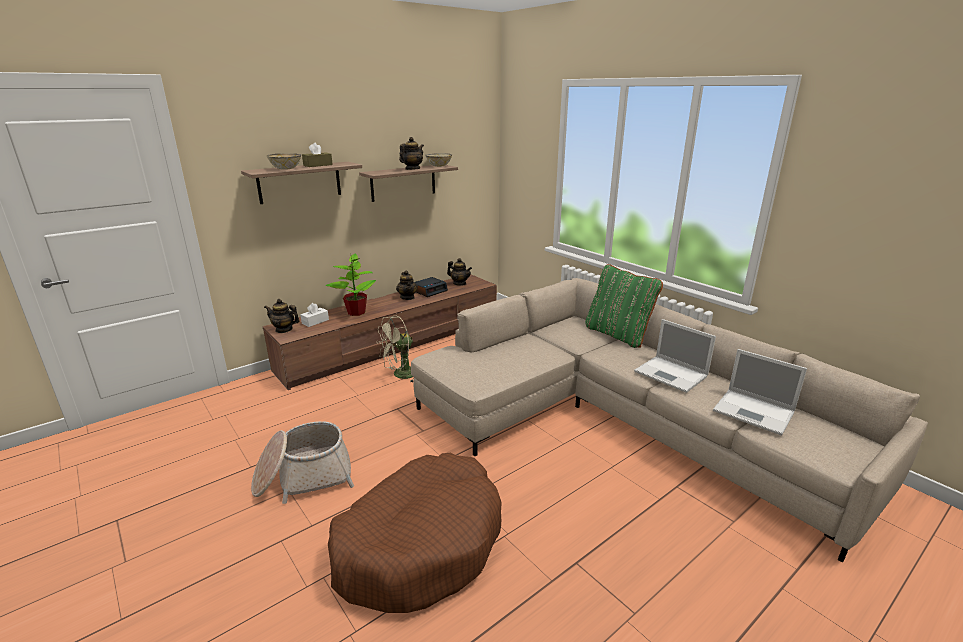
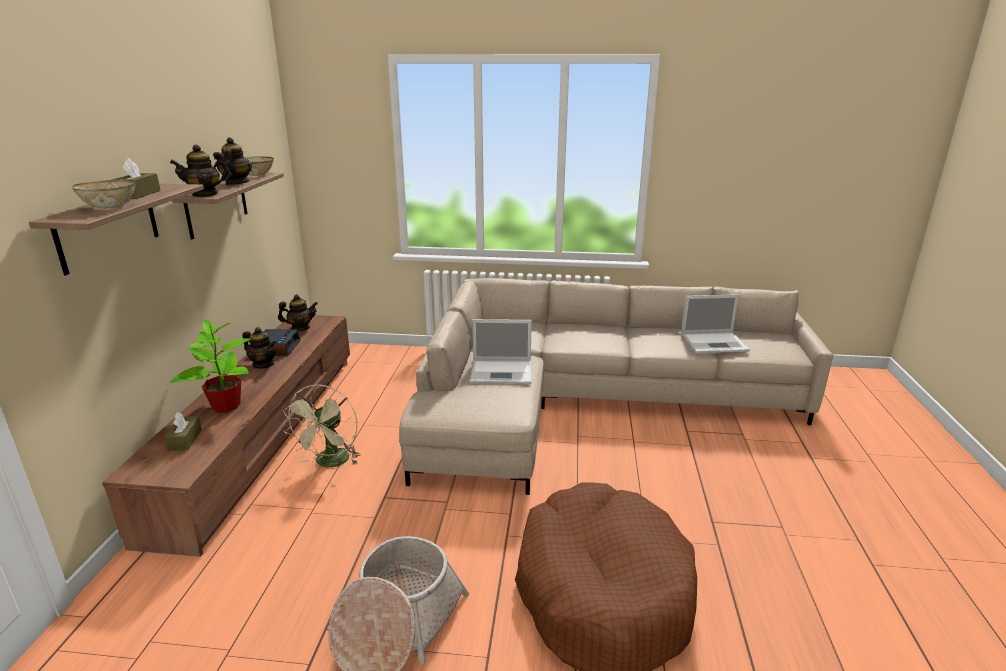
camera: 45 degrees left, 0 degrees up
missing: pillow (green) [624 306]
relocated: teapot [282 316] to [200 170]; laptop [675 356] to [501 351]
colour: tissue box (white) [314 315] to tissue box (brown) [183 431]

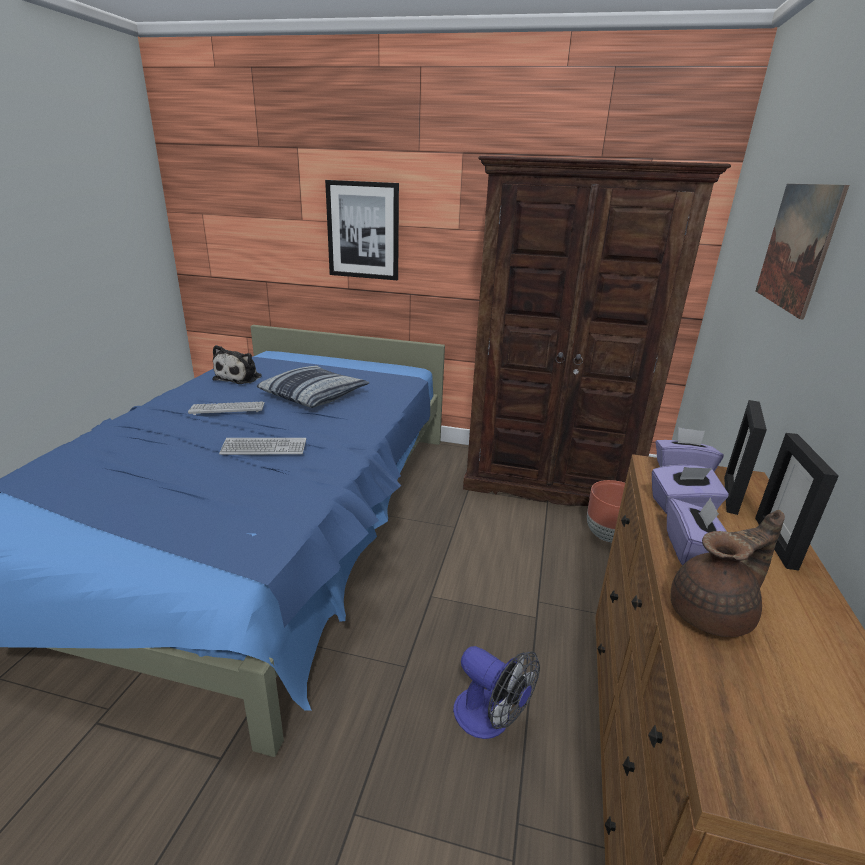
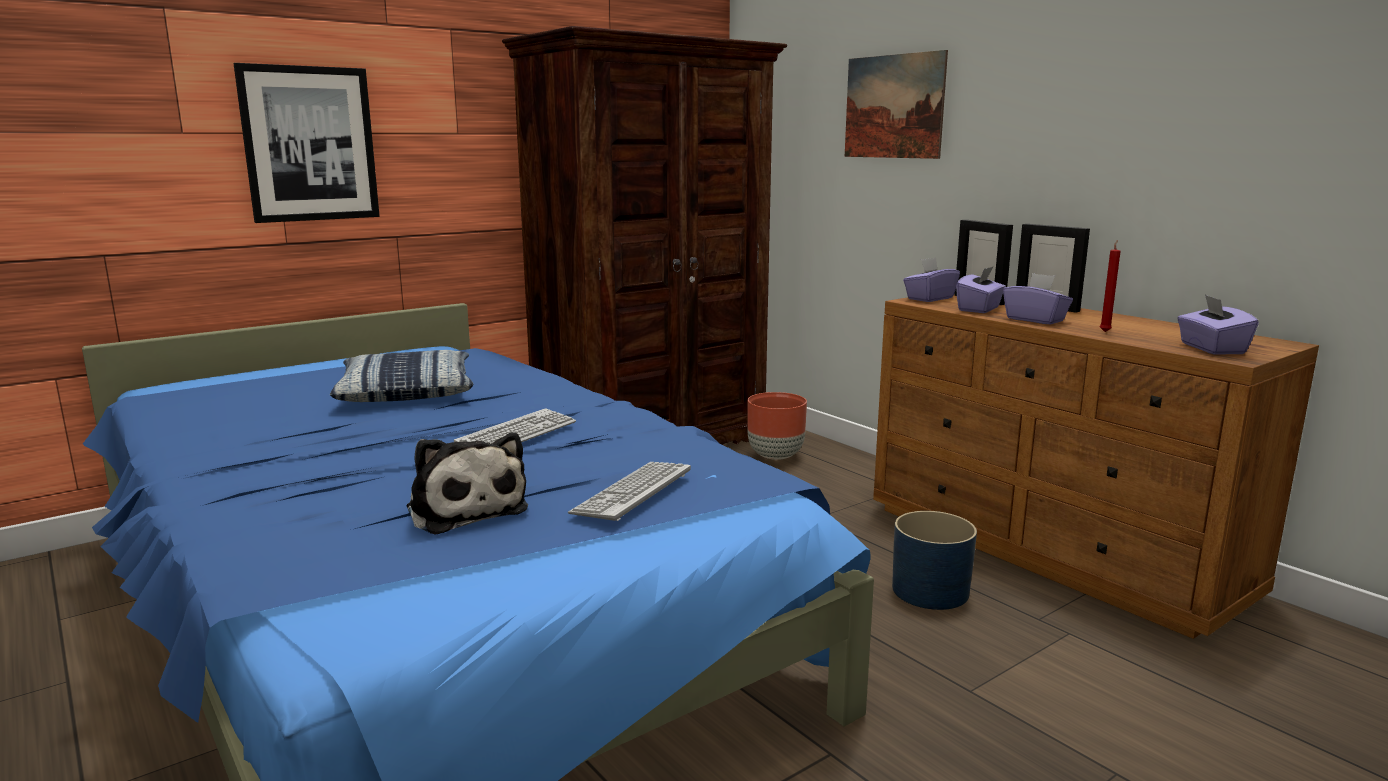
camera: 50 degrees left, 10 degrees down
appeared: tissue box (purple) [1218 325]
relocated: keyboard [226 408] to [629 491]; plush toy [237 364] to [467 483]
exchanged: fan [496 692] to planter (blue) [934 560]; teapot (brown) [728 573] to candle (red) [1110 286]

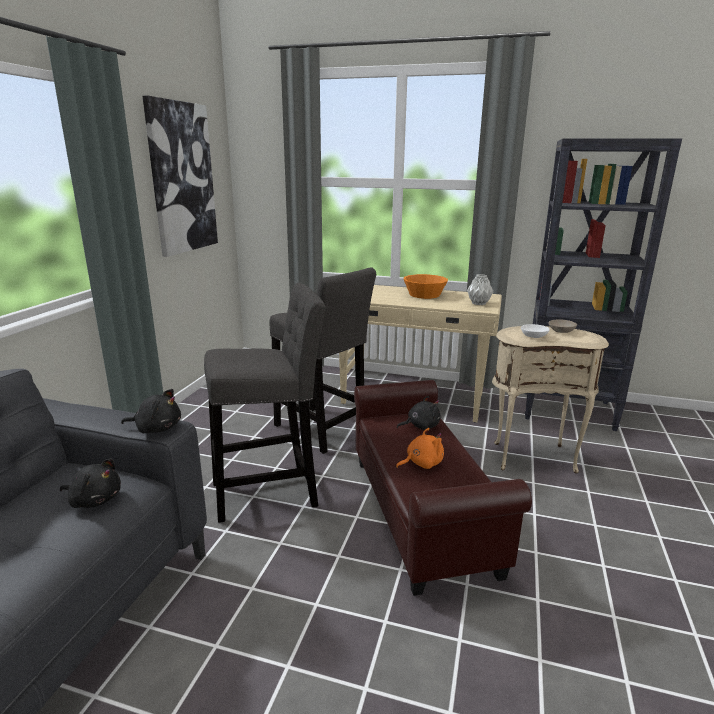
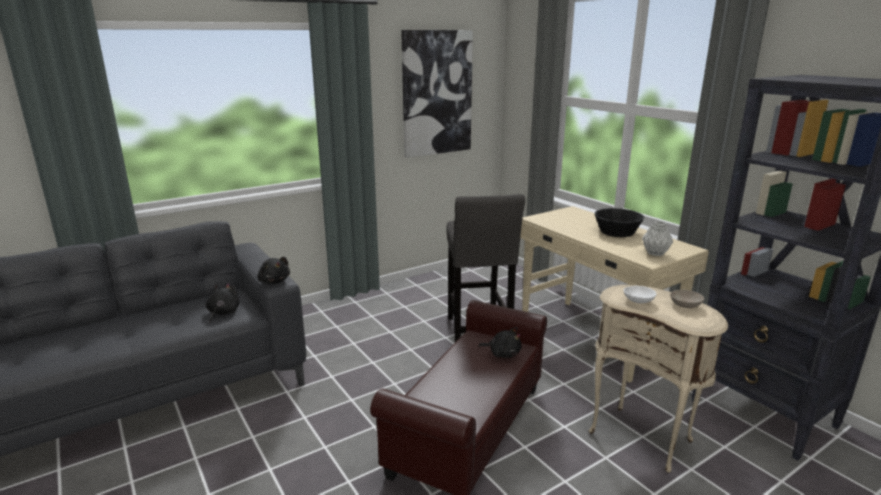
camera: 40 degrees right, 0 degrees up
missing: stool (grey) [265 403]; plush toy (orange) [420 448]
colour: bowl (orange) [426 286] to bowl (black) [619 222]
spun: plush toy (black) [90 483] = [223 303] 135 degrees counterclockwise

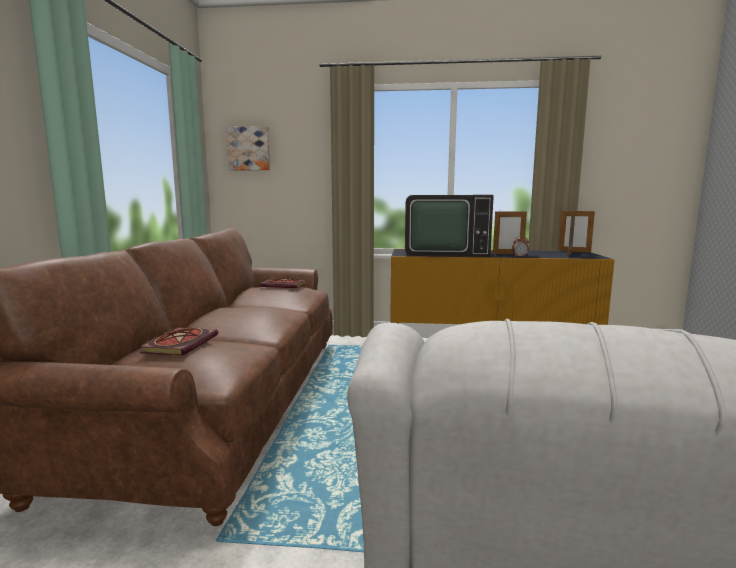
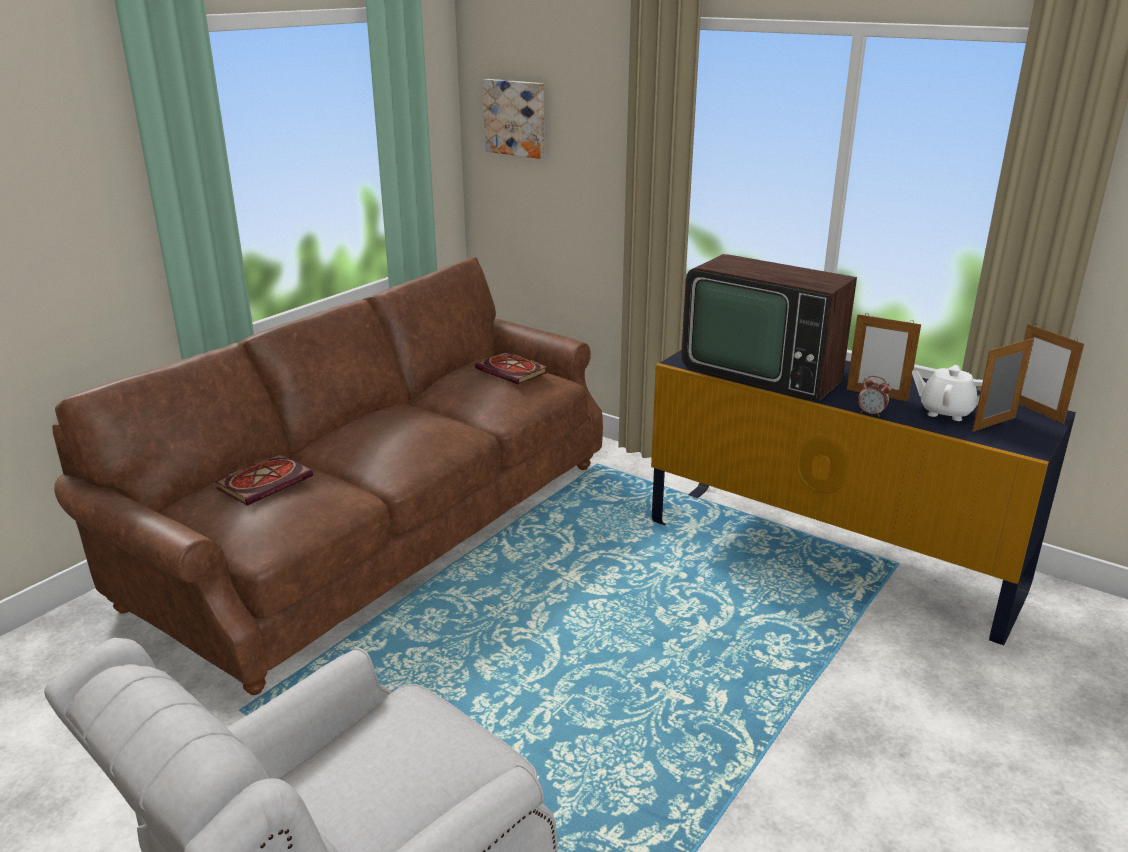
camera: 30 degrees right, 15 degrees up
appeared: teapot (white) [947 393]

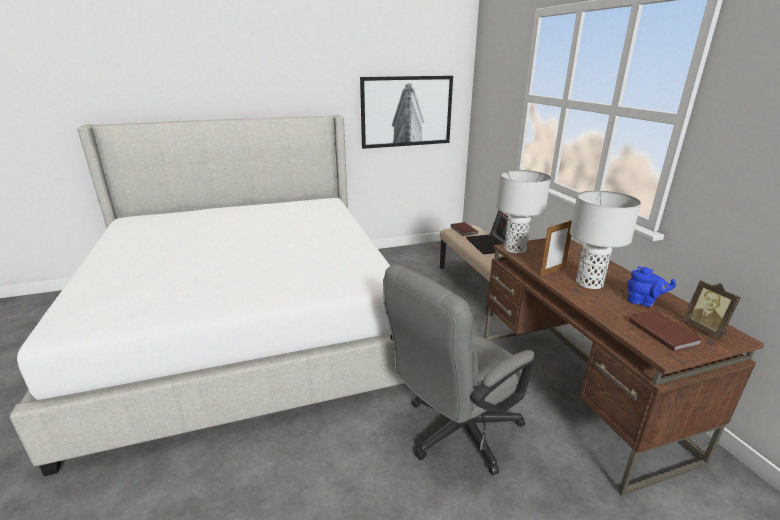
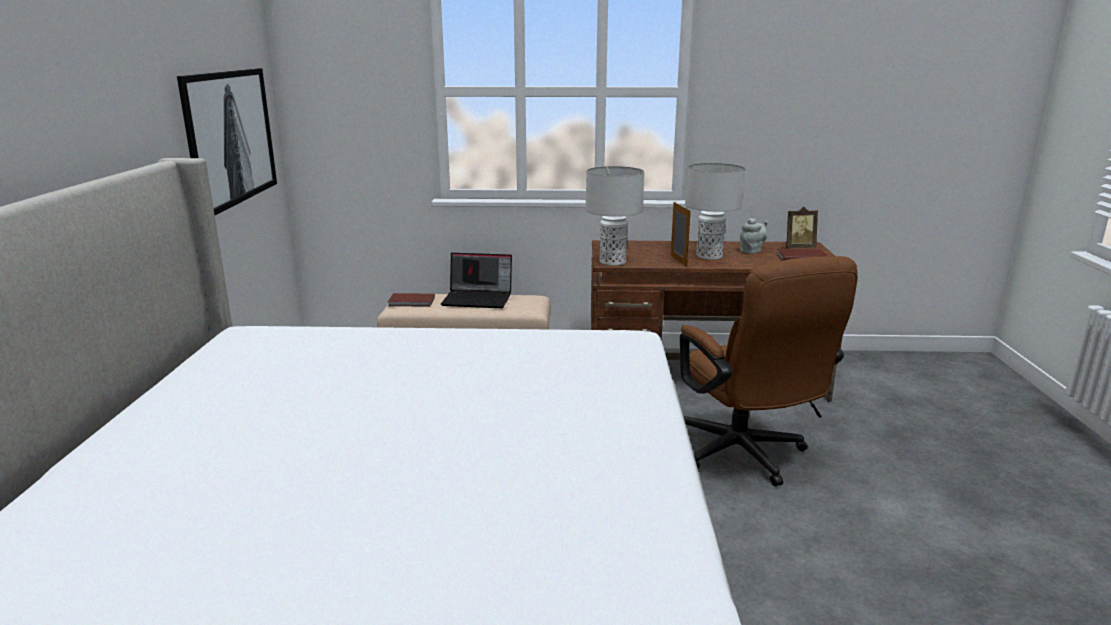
camera: 70 degrees left, 5 degrees down
colour: office chair (grey) [458 369] to office chair (brown) [769 371]; teapot (blue) [651 286] to teapot (grey) [754 236]

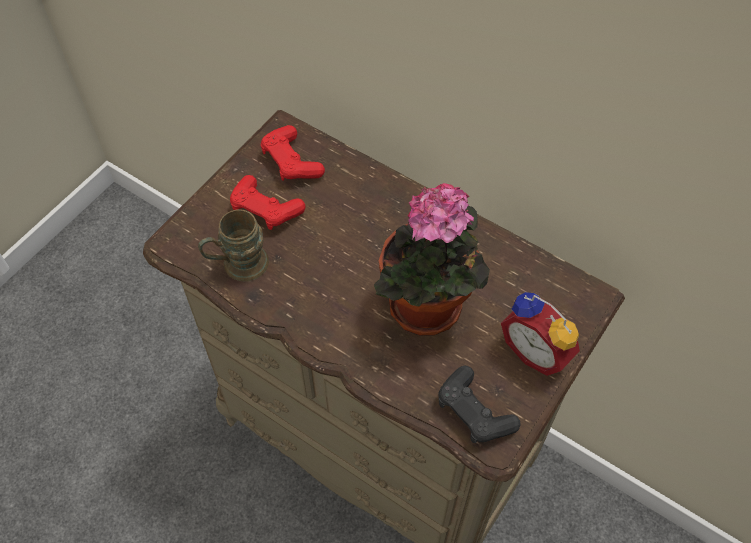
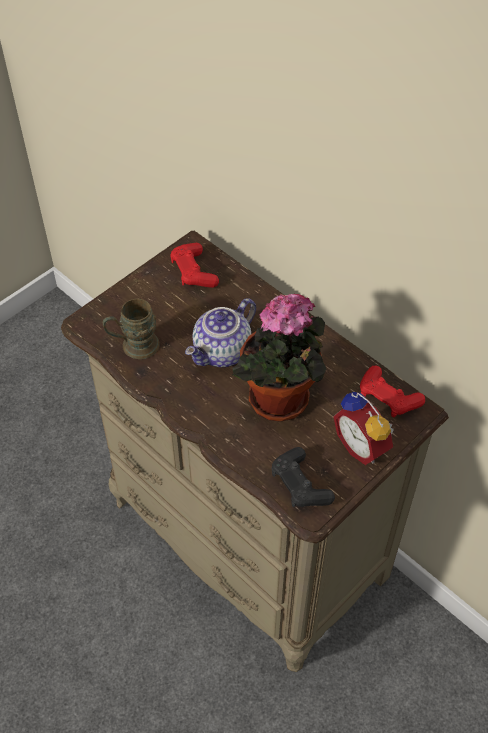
camera: 10 degrees right, 5 degrees down
appeared: teapot [220 332]
relocated: game controller (red) [267 202] to [392 391]

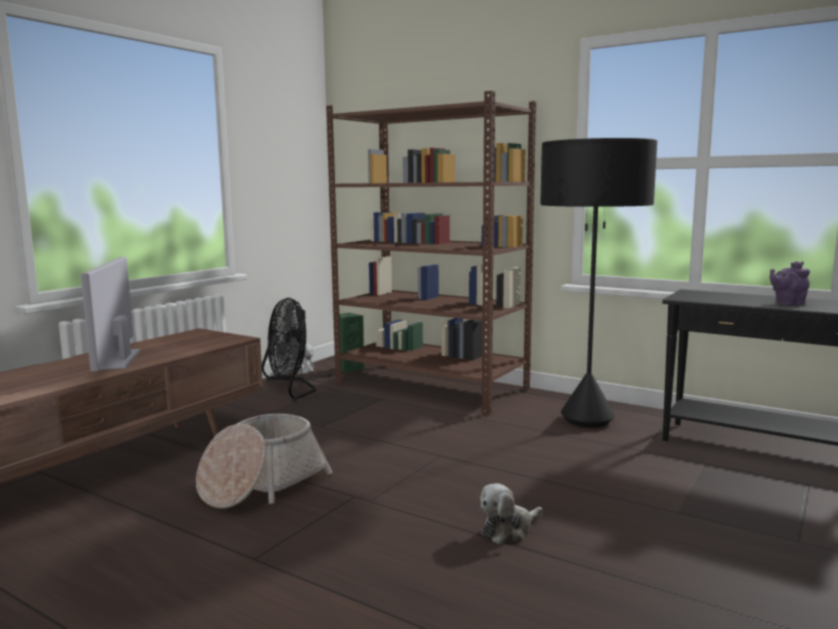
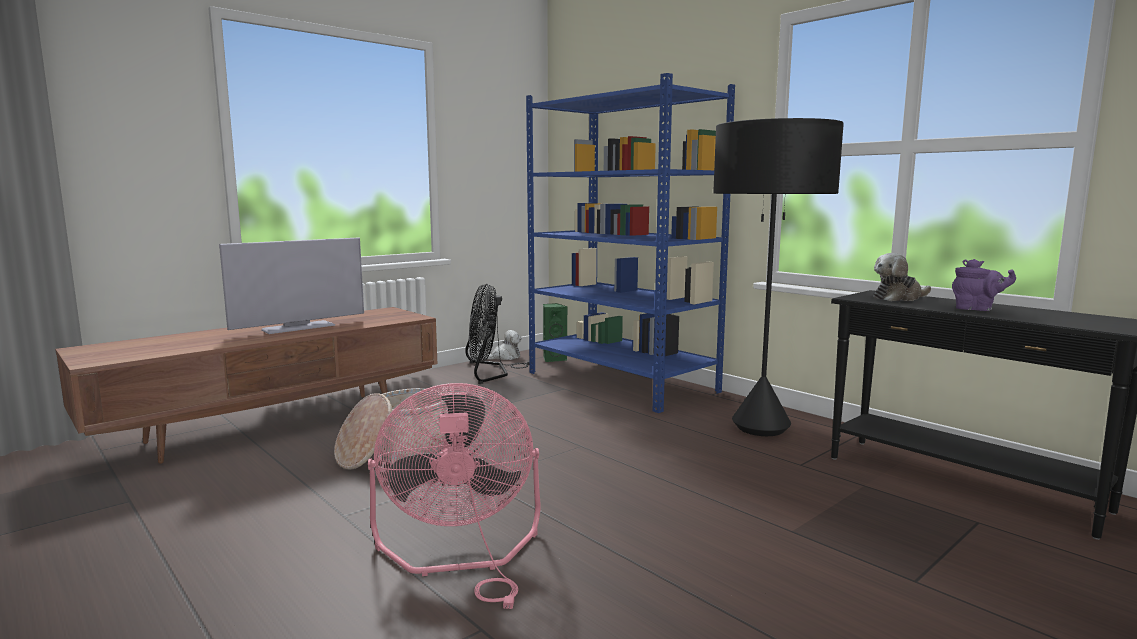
camera: 15 degrees right, 0 degrees up
appeared: fan (pink) [454 496]
relocated: plush toy [511 513] to [902 277]
colour: bookcase (brown) [431 253] to bookcase (blue) [630 243]
spun: television [111 314] = [291 285] 135 degrees counterclockwise; teapot (purple) [790 283] = [984 285] 150 degrees counterclockwise

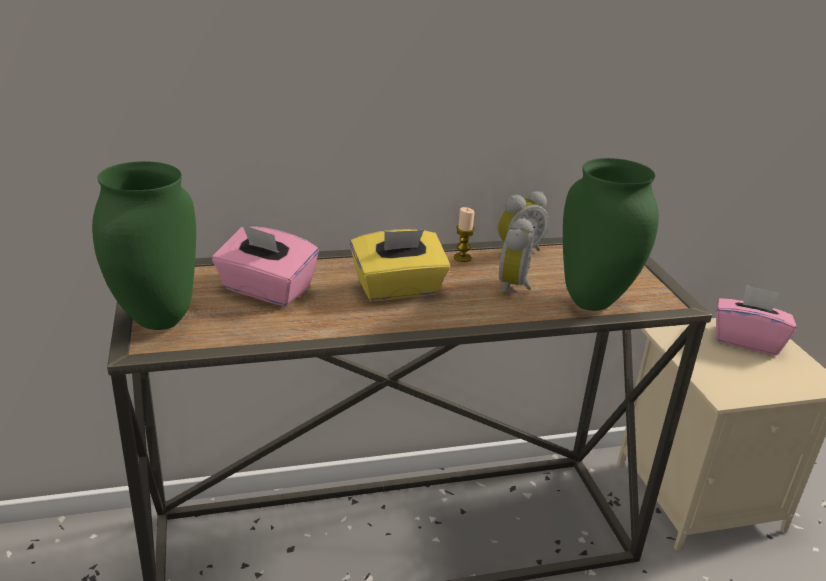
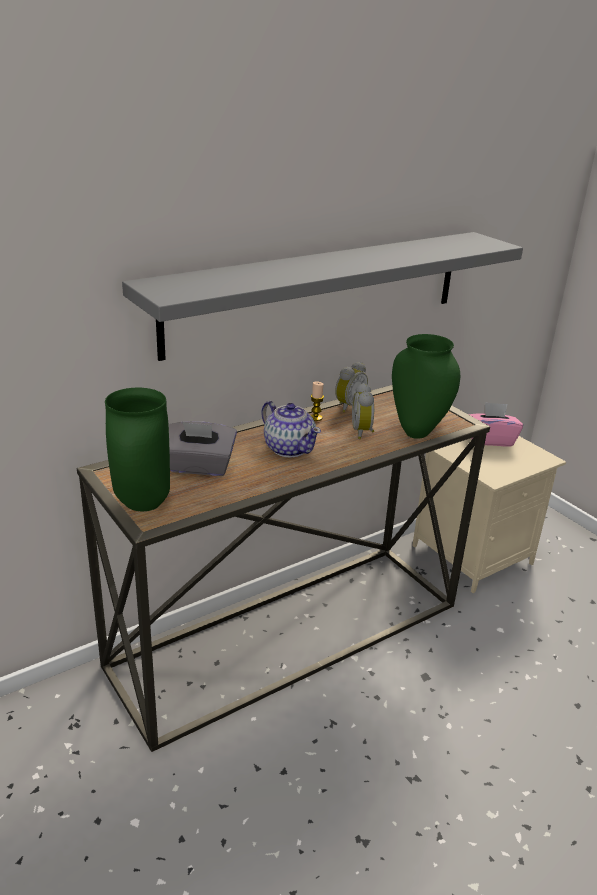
camera: 20 degrees left, 0 degrees up
appeared: shelf (grey) [322 296]
exchanged: tissue box (yellow) [400 265] to teapot [291 429]
colour: tissue box (pink) [265 265] to tissue box (grey) [203 448]

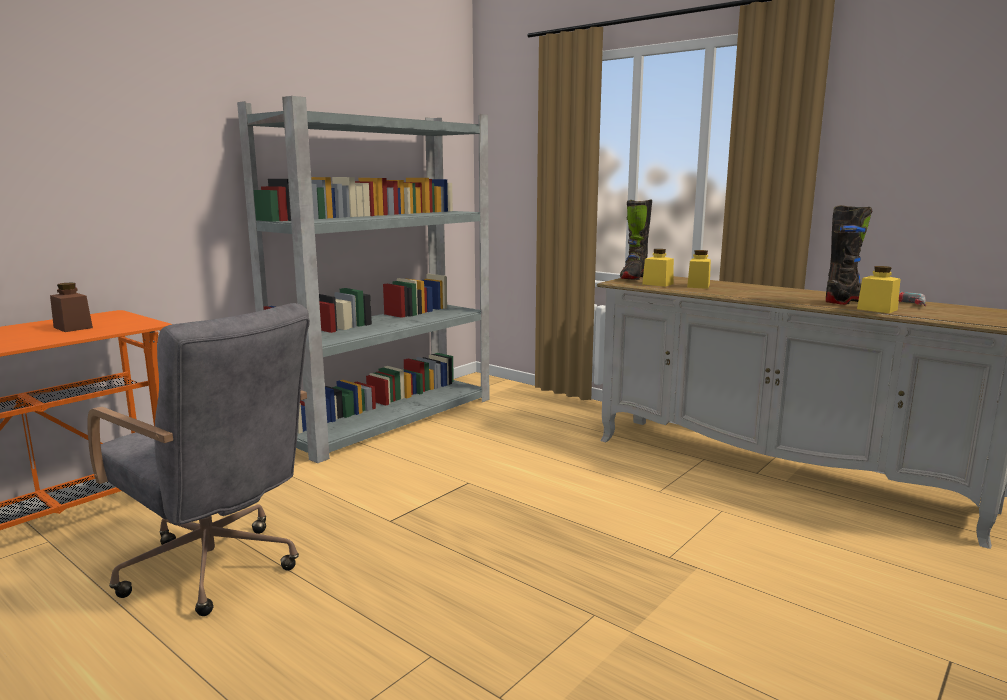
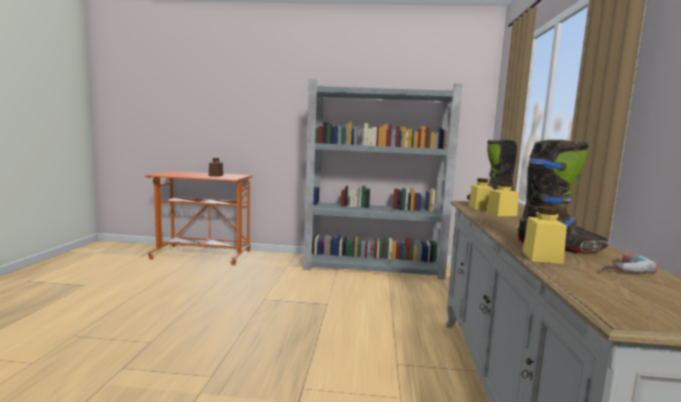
camera: 55 degrees right, 5 degrees down
missing: office chair (grey) [198 459]

